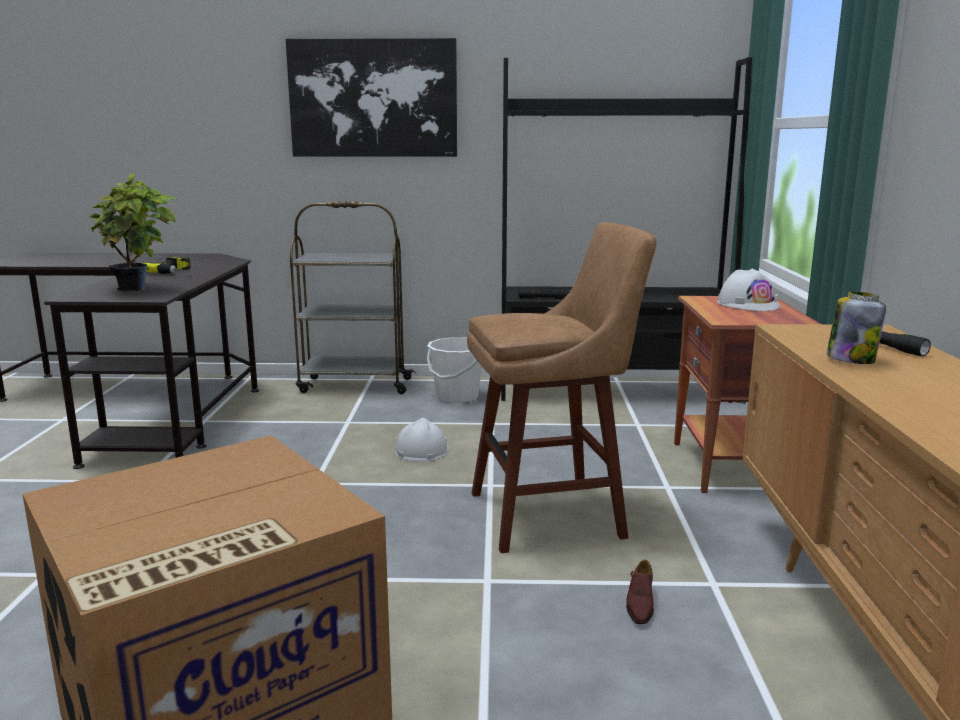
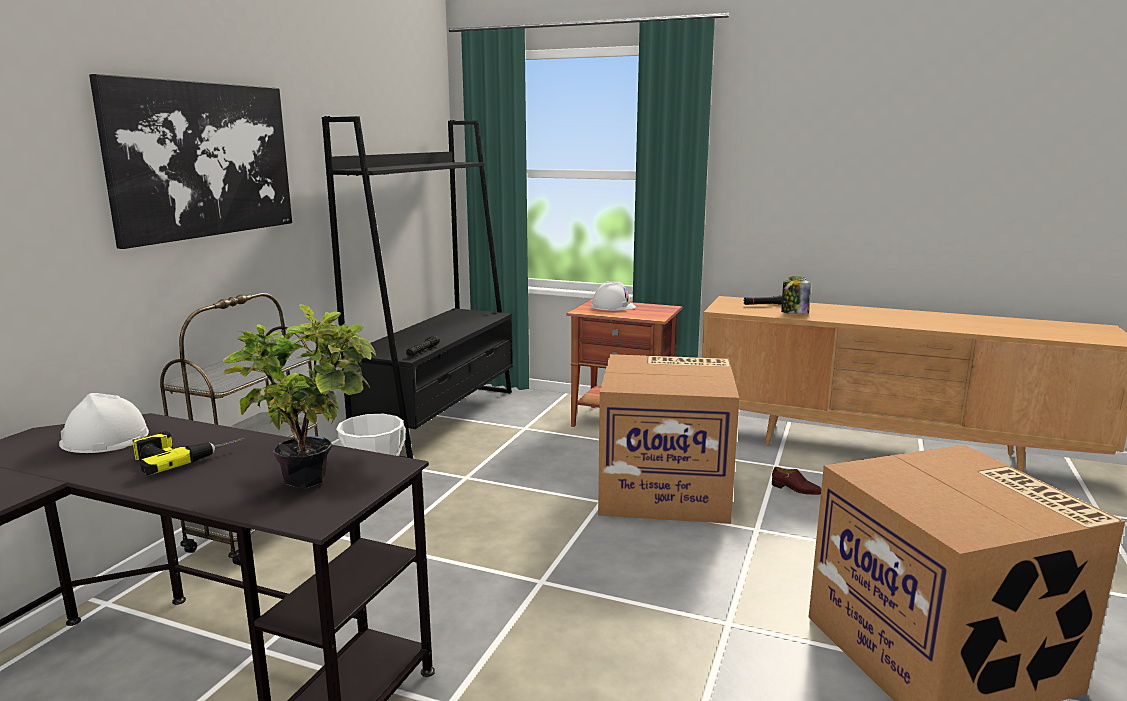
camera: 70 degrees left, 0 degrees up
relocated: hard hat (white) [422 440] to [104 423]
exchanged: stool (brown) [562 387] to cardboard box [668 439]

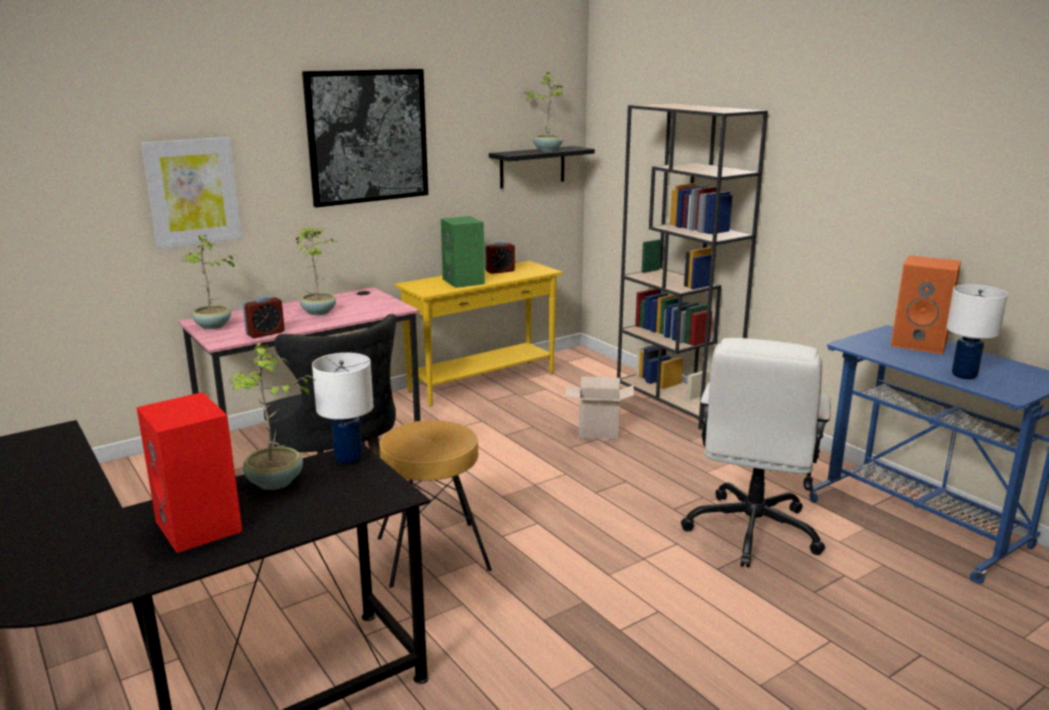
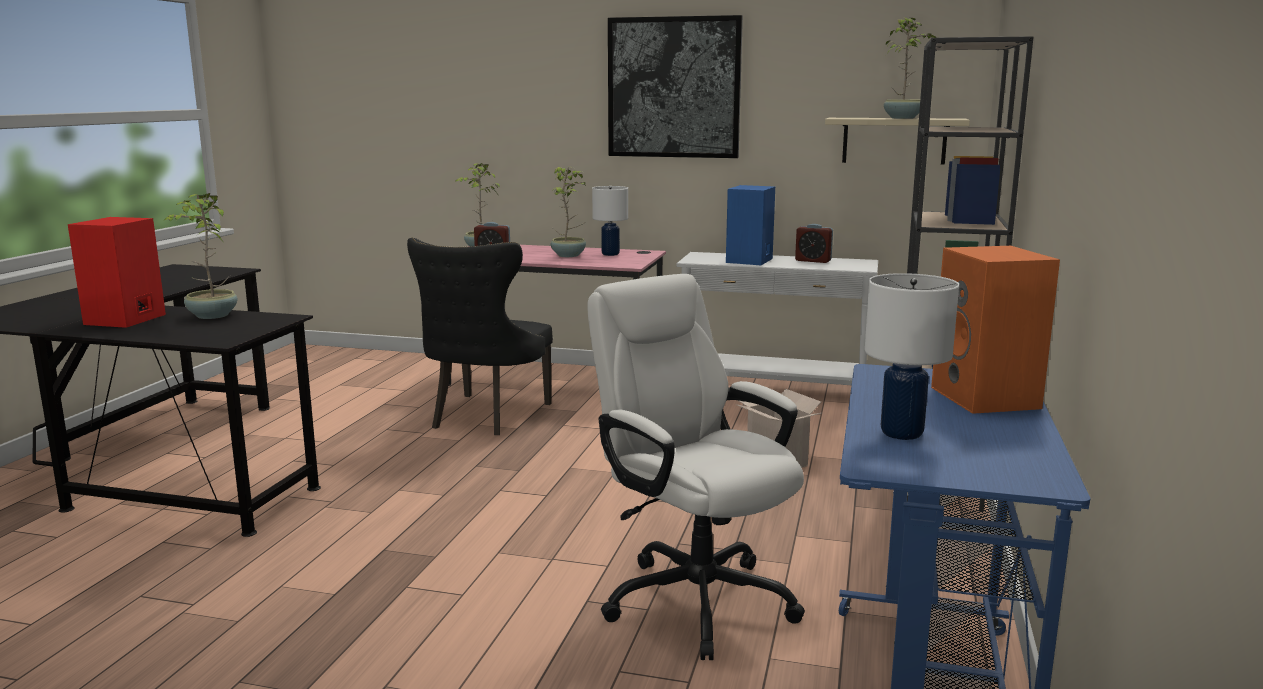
camera: 50 degrees right, 5 degrees down
missing: picture [191 193]; stool (brown) [434 504]
relocated: table lamp (white) [343 408] to [610 221]
colour: console table (yellow) [478 333] to console table (white) [777 316]; speaker (green) [463 252] to speaker (blue) [750 225]; shelf (black) [542 167] to shelf (beige) [897 141]
spun: office chair (white) [756 453] = [696 467] 75 degrees clockwise

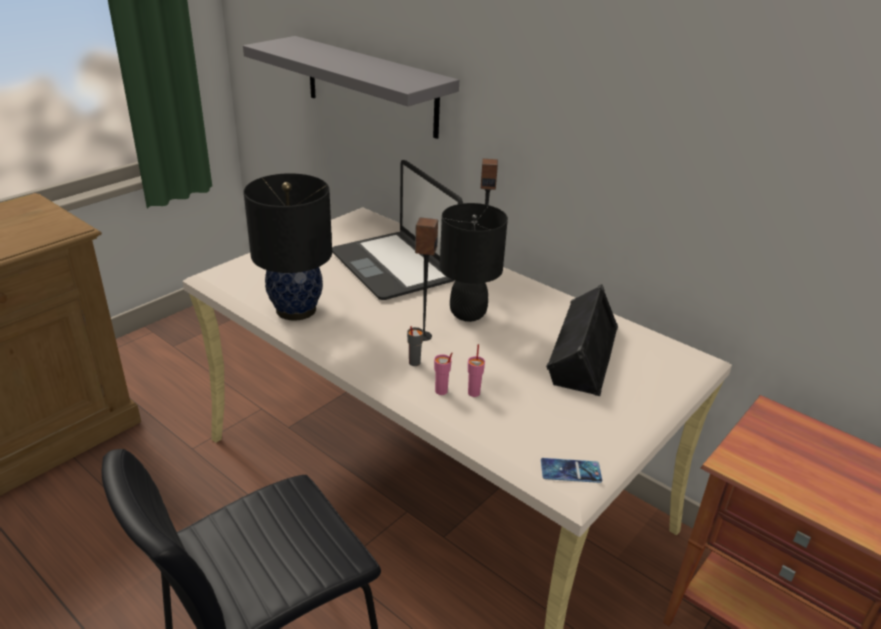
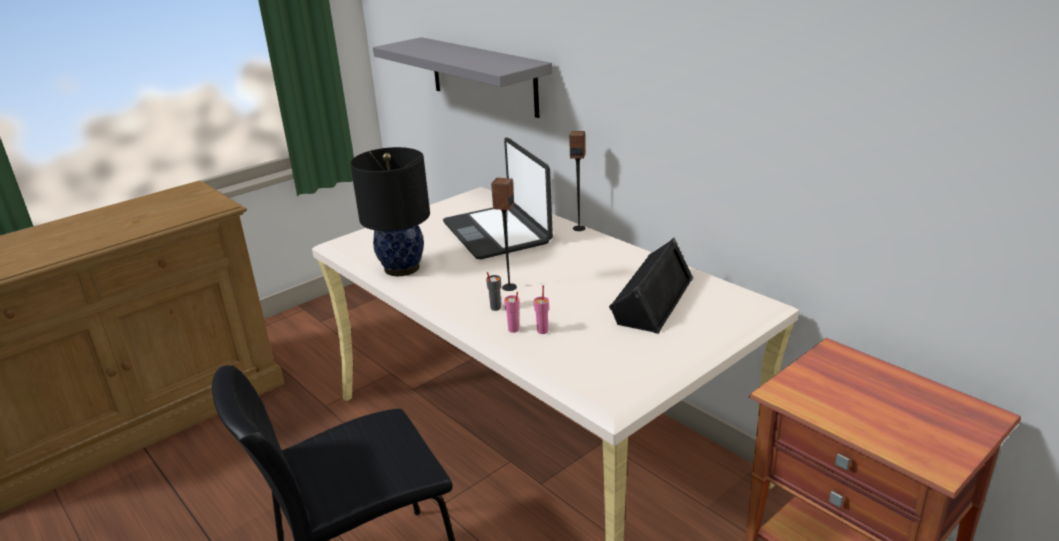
camera: 10 degrees right, 5 degrees down
missing: table lamp (black) [474 262]; phone [571 470]

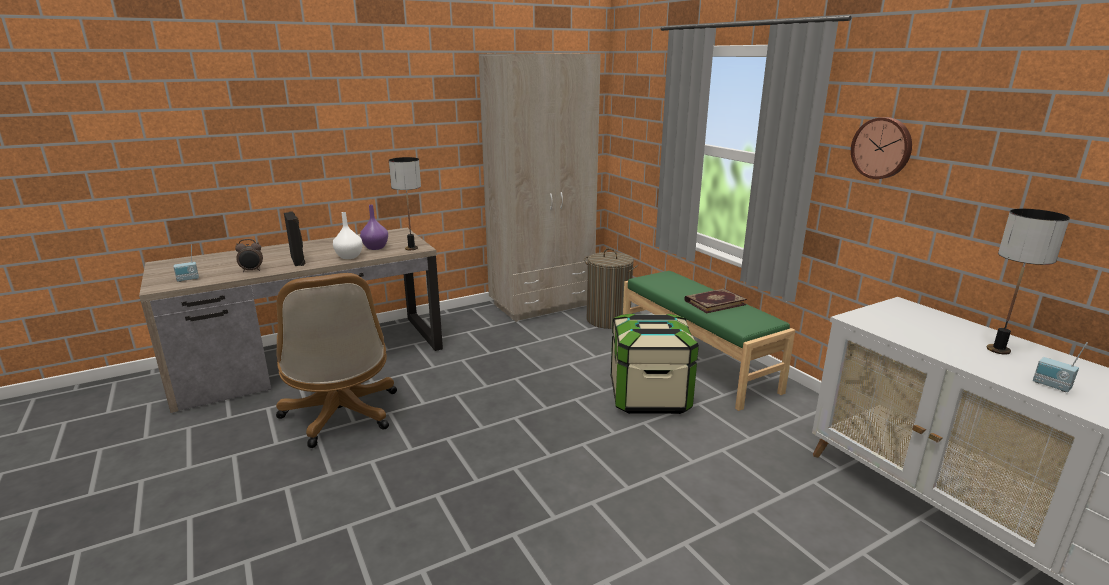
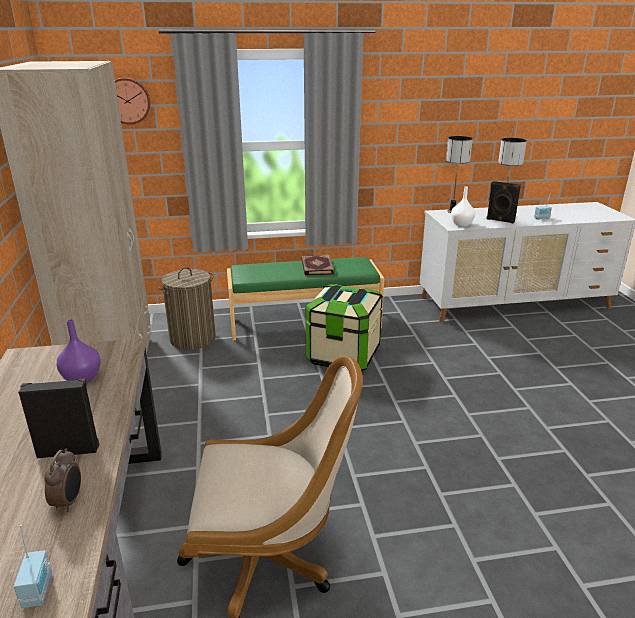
camera: 70 degrees left, 5 degrees up
appeared: speaker (black) [503 202]
relocated: vase (white) [348 235] to [463 207]; table lamp [405 203] to [459 174]; wall clock [881 148] to [133 101]

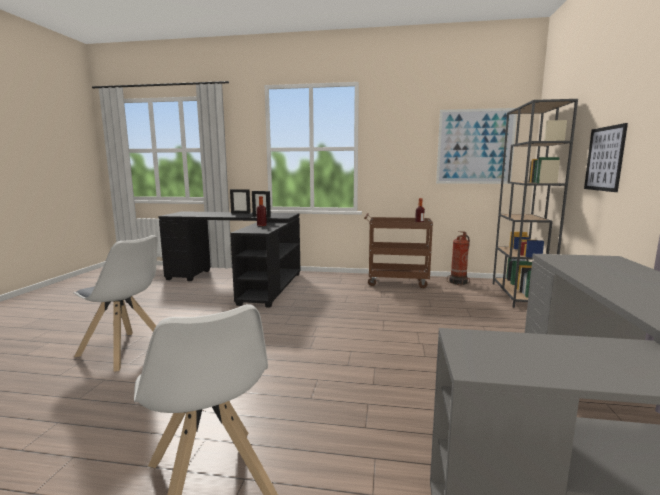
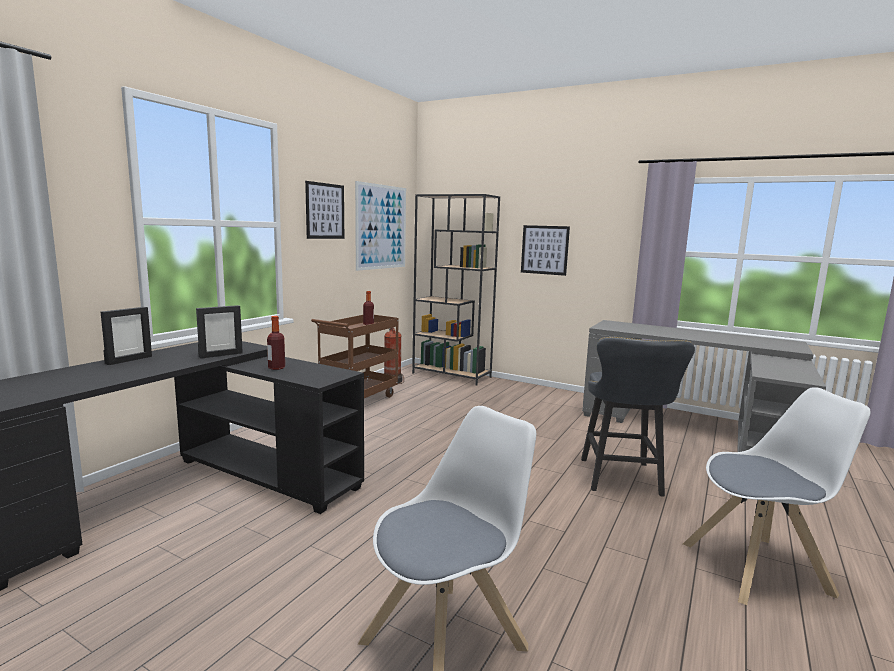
camera: 70 degrees left, 0 degrees up
appeared: picture [324 210]; stool (grey) [638 417]

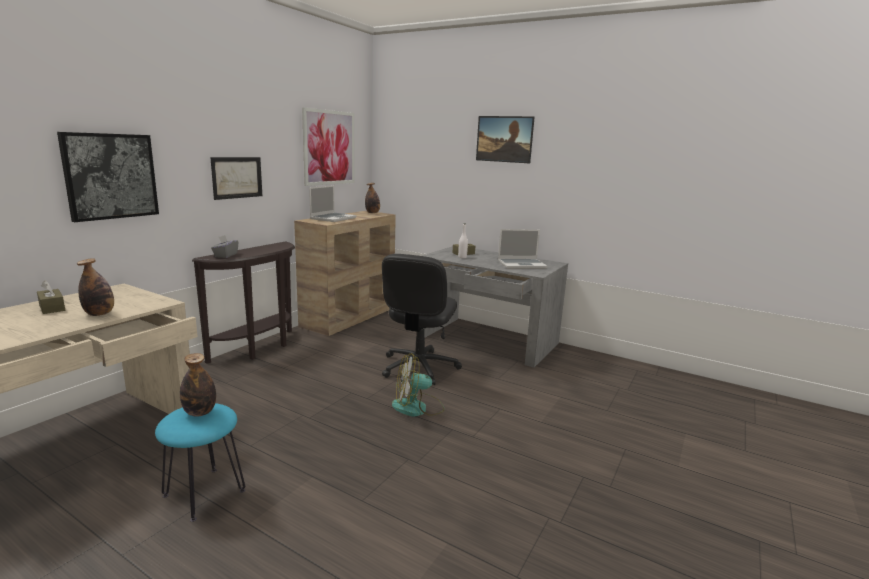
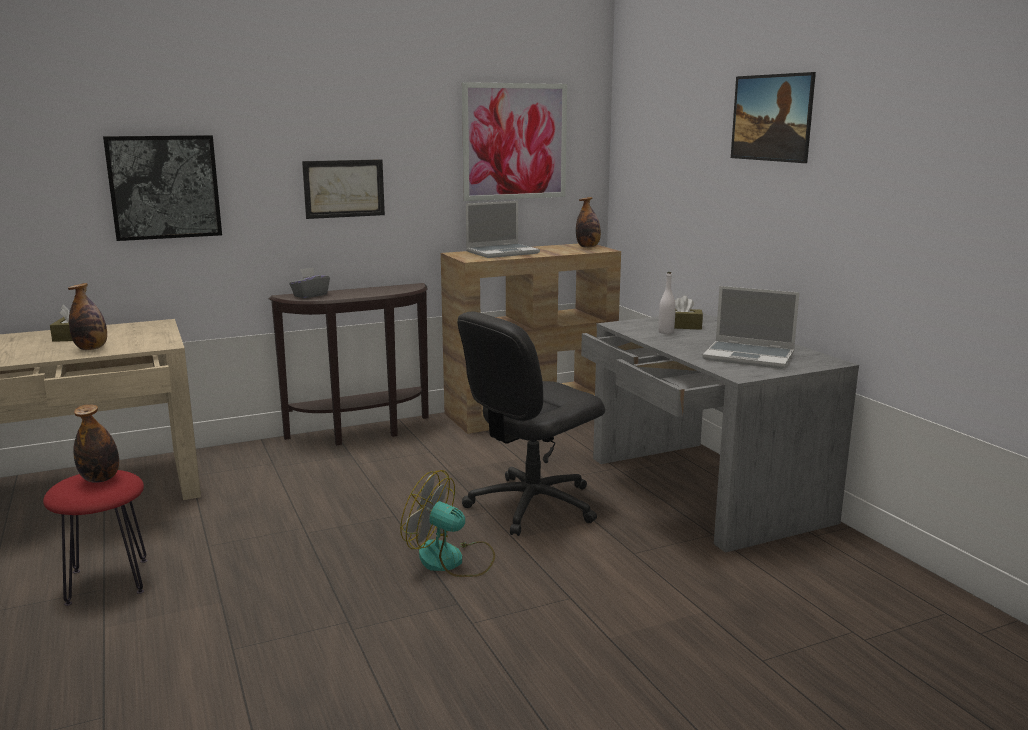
camera: 35 degrees right, 0 degrees up
colour: stool (turquoise) [200 462] to stool (red) [95 538]

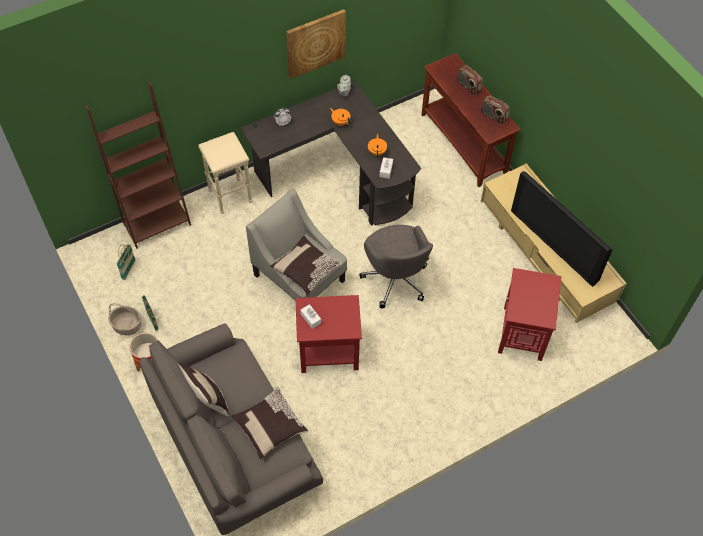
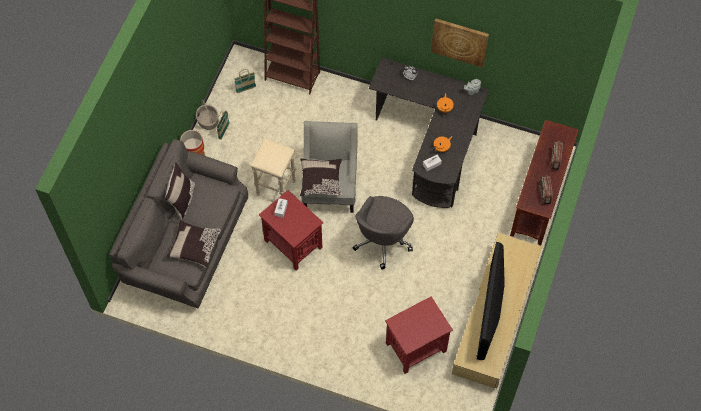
camera: 50 degrees right, 5 degrees up
relocated: stool (beige) [225 173] to [273 167]

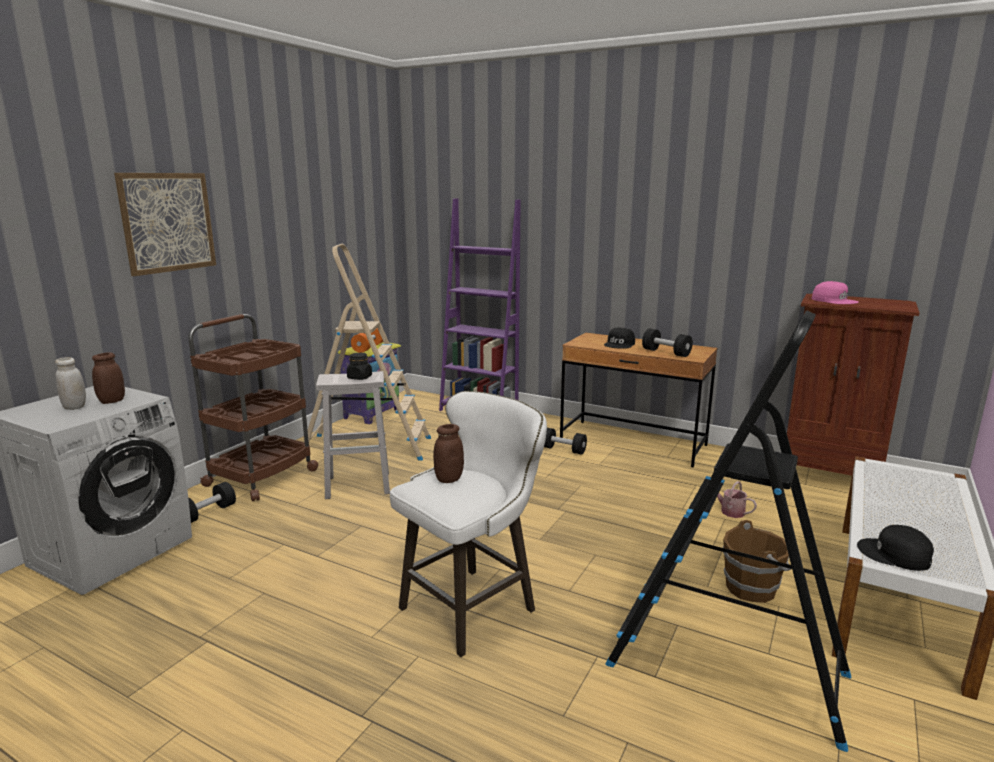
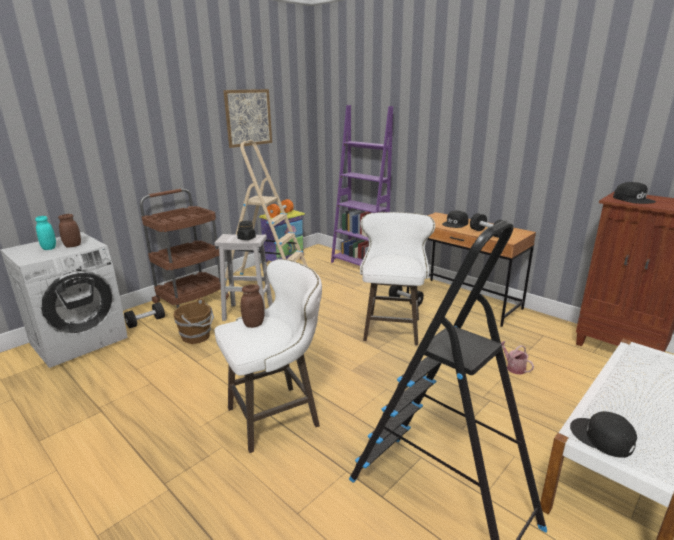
camera: 15 degrees right, 5 degrees up
appeared: stool (white) [397 279]
relocated: picture [165 223] to [247 118]; bucket (brown) [757 561] to [193 321]
colour: jar (white) [70 383] to jar (turquoise) [45 233]; cap (pink) [835 292] to cap (black) [634 193]

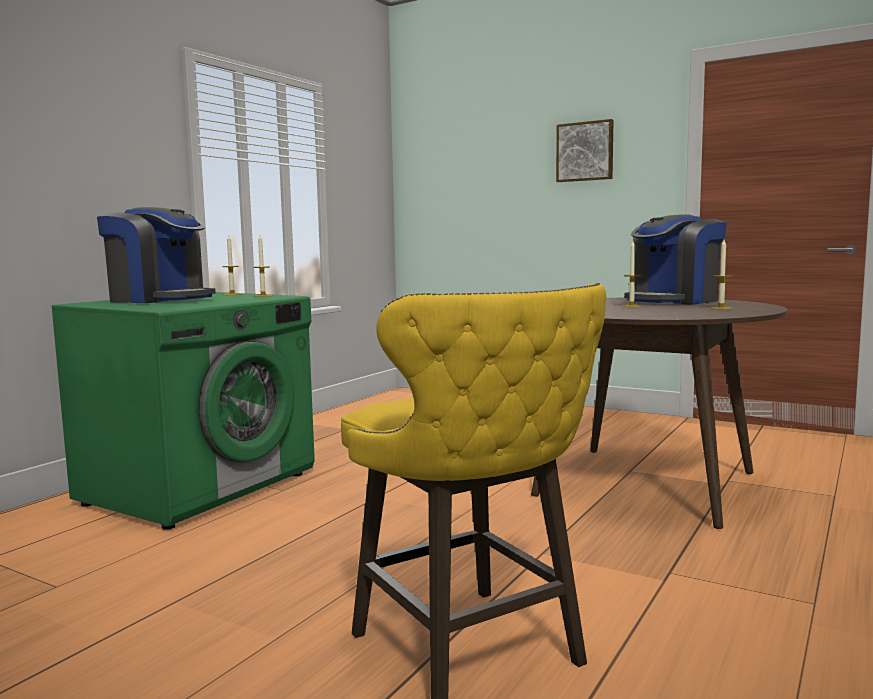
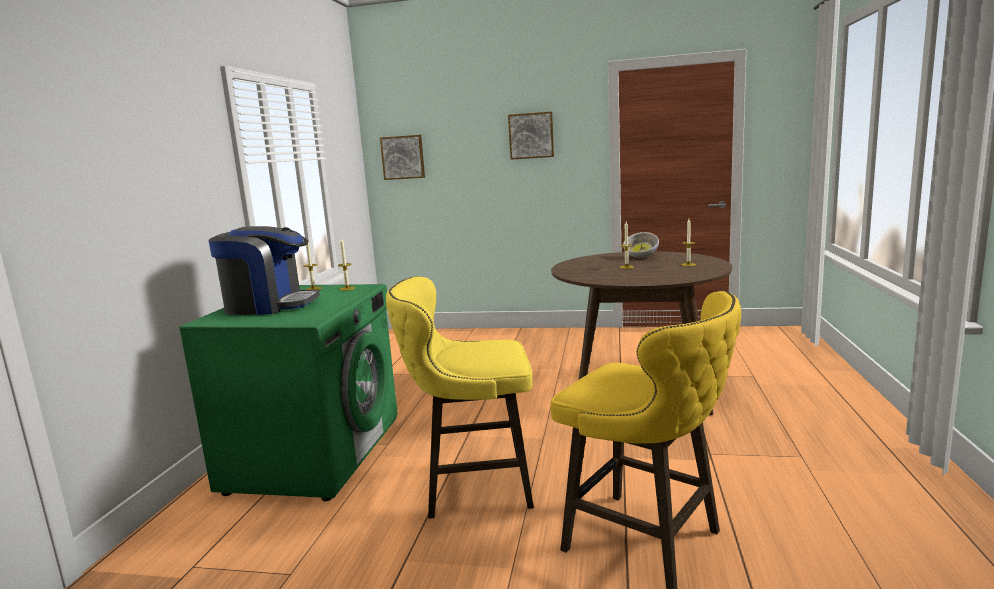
camera: 20 degrees left, 5 degrees up
appeared: picture [402 157]; stool (yellow) [460 397]
exchanged: coffee machine [675 259] to bowl [641 245]

